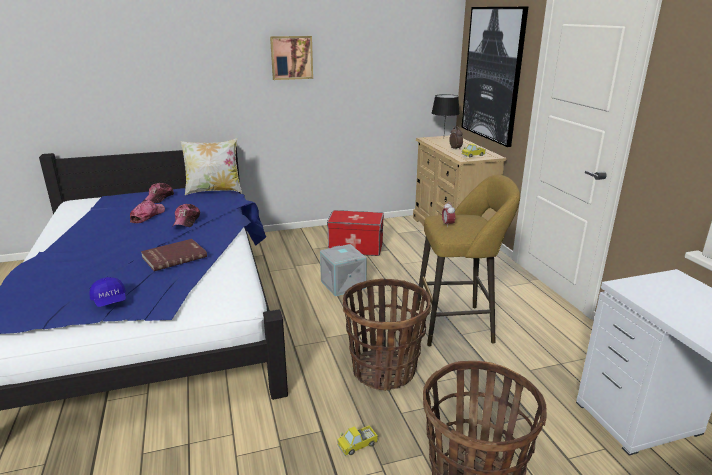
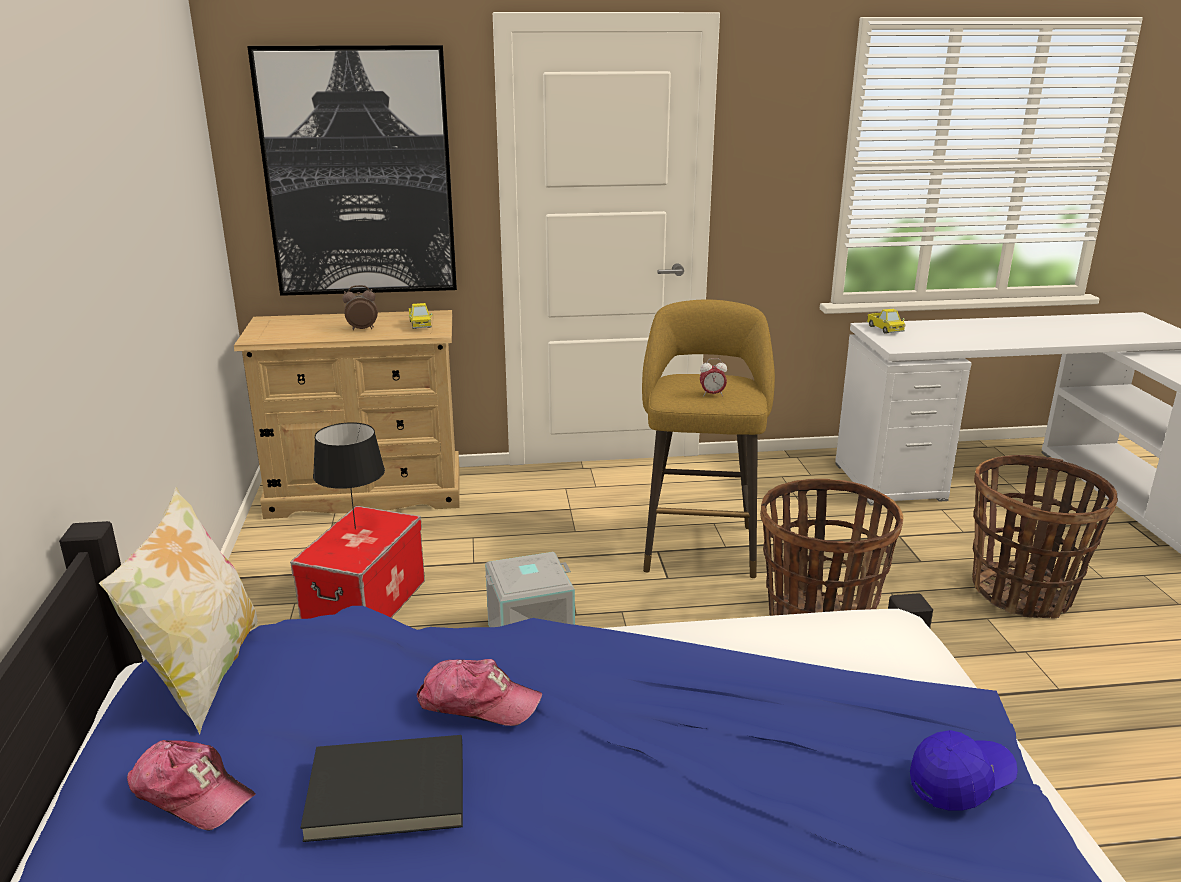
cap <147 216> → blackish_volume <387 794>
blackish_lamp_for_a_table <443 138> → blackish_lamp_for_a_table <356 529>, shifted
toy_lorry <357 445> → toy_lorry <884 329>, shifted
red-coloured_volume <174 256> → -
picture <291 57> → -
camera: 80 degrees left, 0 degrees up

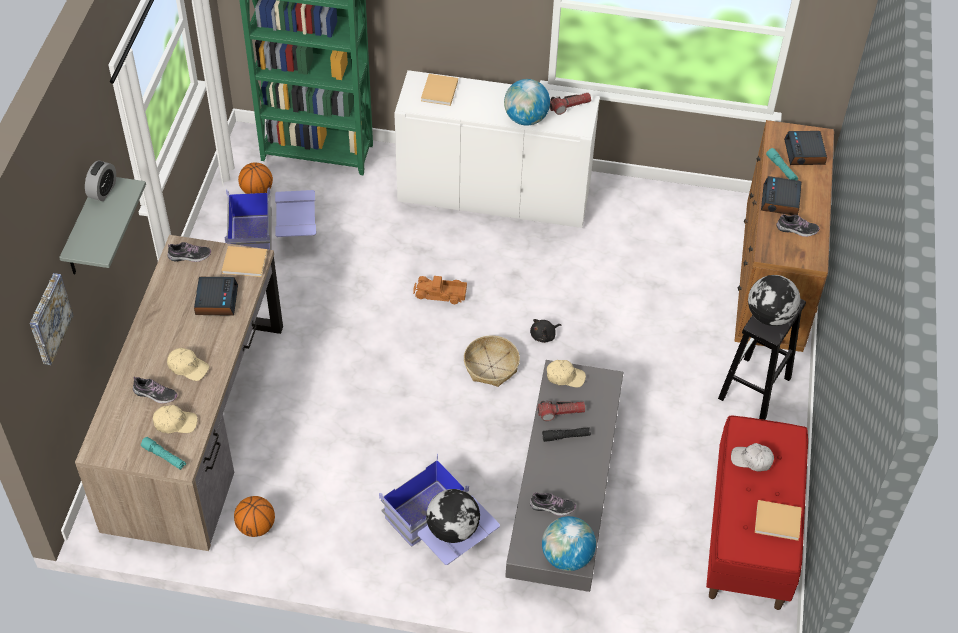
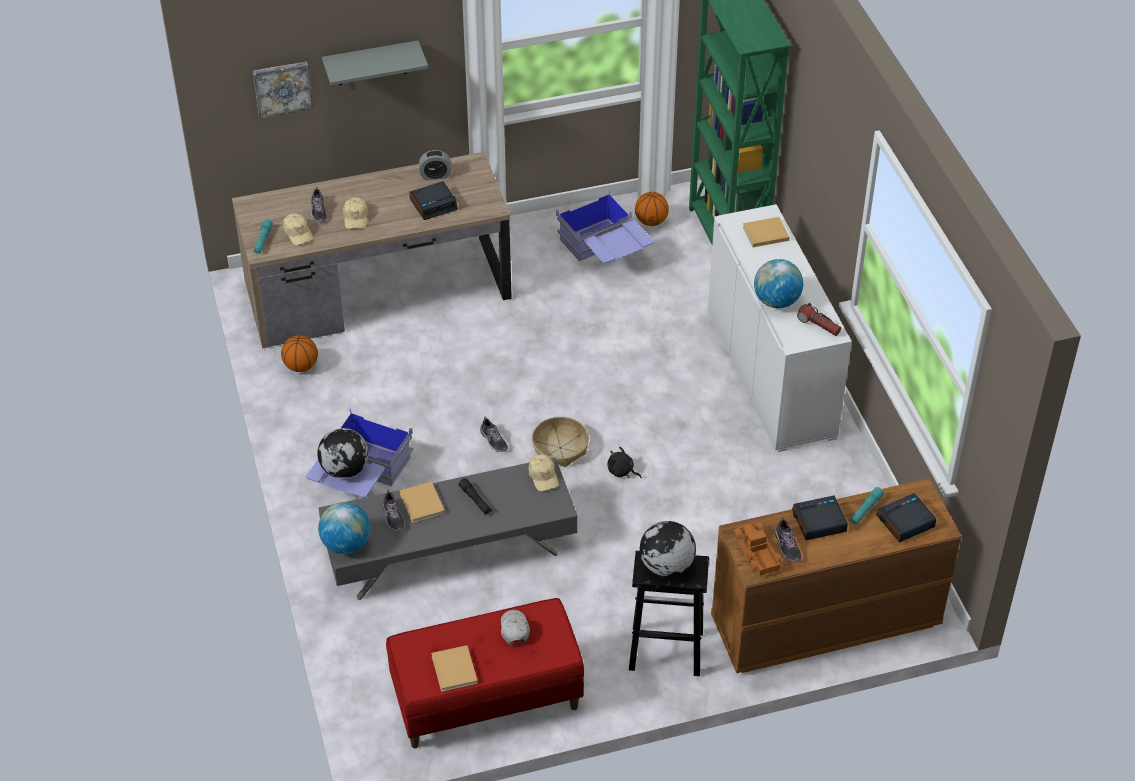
beige-coloured_volume <246 263> → beige-coloured_volume <422 504>, shifted
table_clock <103 191> → table_clock <435 175>, shifted
low_shoe <189 256> → low_shoe <493 440>, shifted
toy_lorry <440 294> → toy_lorry <756 553>, shifted
torch <561 413> → -
camera: 65 degrees right, 5 degrees down

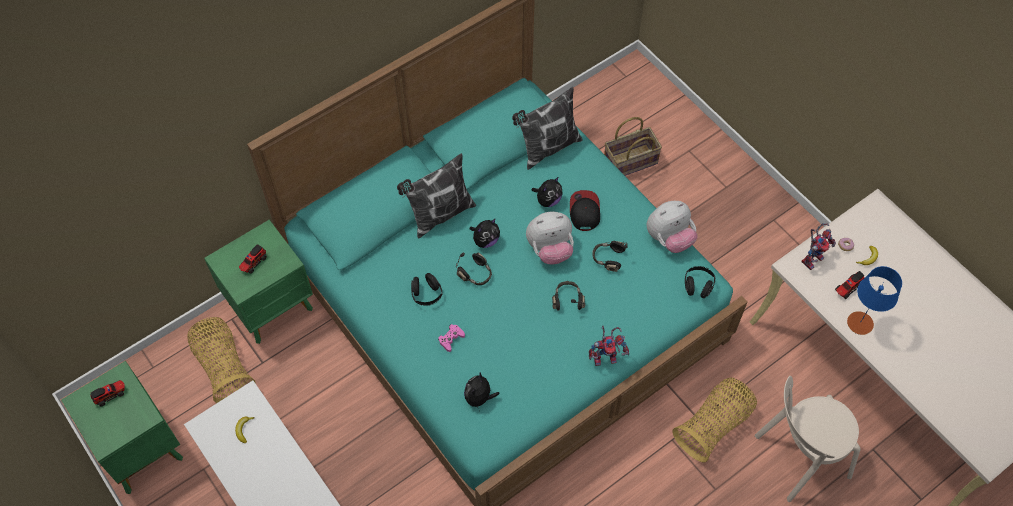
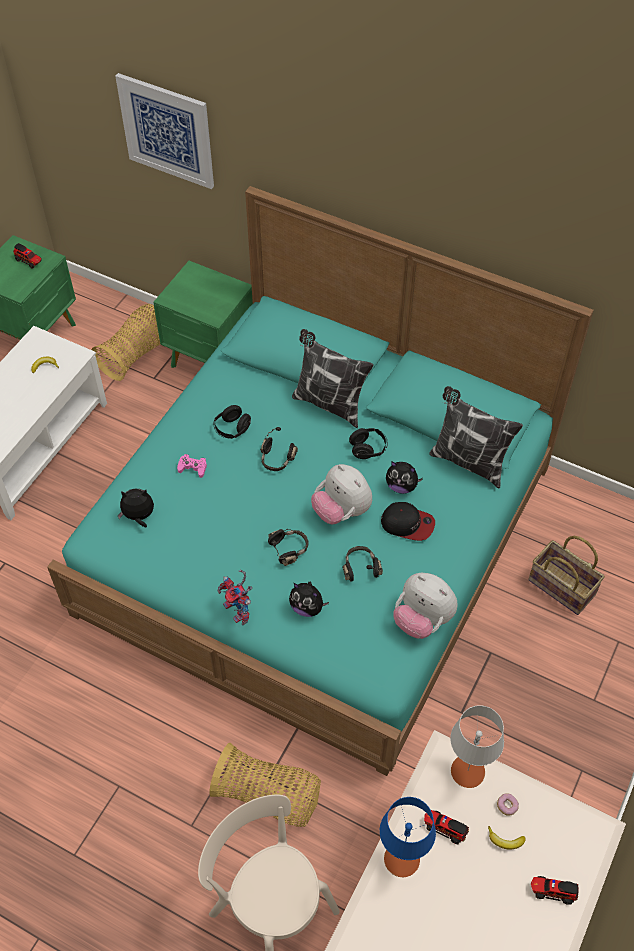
- → picture <167 131>
cuddly_toy <485 240> → cuddly_toy <307 607>, shifted
blackish_headset <698 286> → blackish_headset <368 449>, shifted
cap <584 211> → cap <407 524>, 45 degrees clockwise
robot_figure <812 257> → grey_lamp_for_a_table <467 771>
toy_lorry <253 263> → toy_lorry <552 891>, shifted
camera: 65 degrees right, 5 degrees down

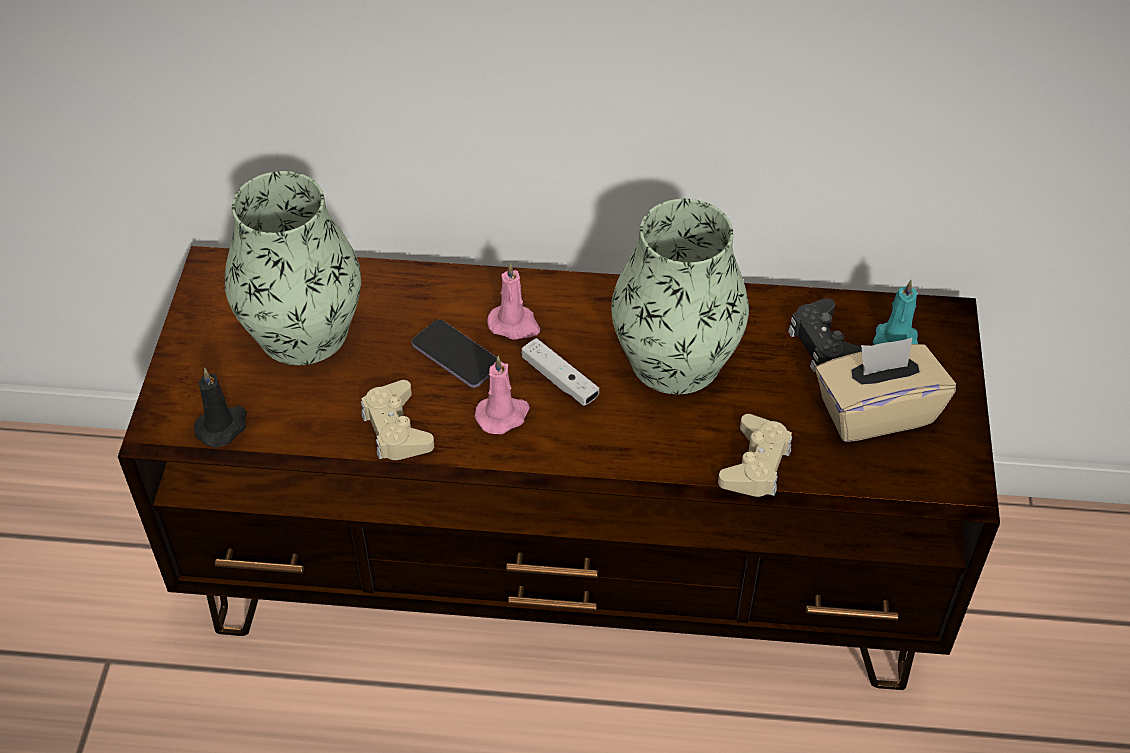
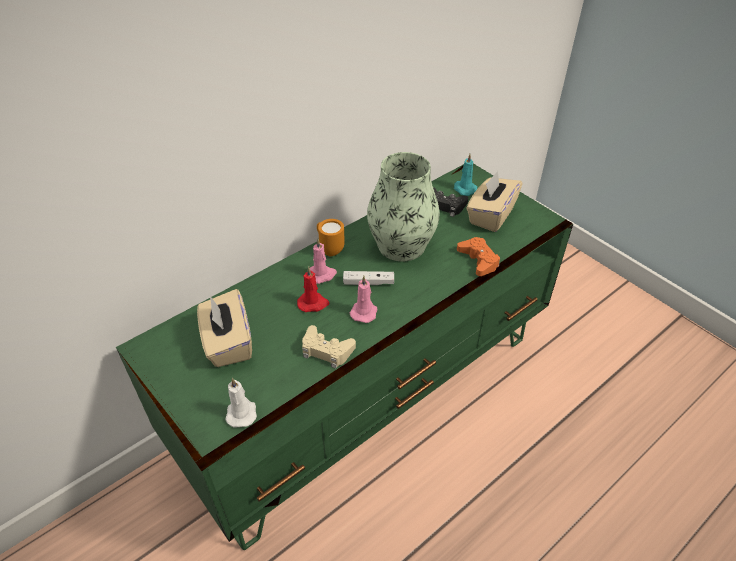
brownish_tv_stand <567 575> → green-coloured_tv_stand <368 395>
vase <303 331> → beige-coloured_tissue_box <228 343>
blackish_wax_light <223 426> → white-coloured_wax_light <241 412>
phone <456 356> → red-coloured_wax_light <313 303>
- → orange_mug <329 249>
beige-coloured_joypad <755 464> → orange_joypad <478 260>
camera: 45 degrees left, 5 degrees down

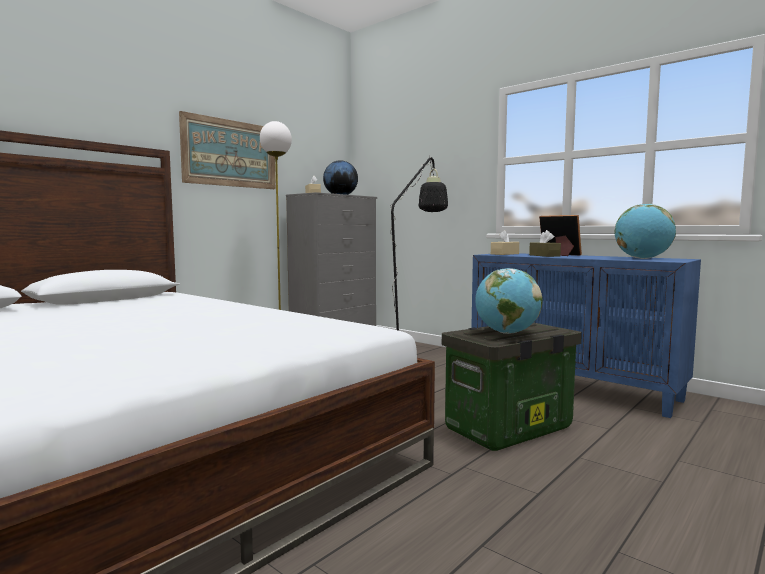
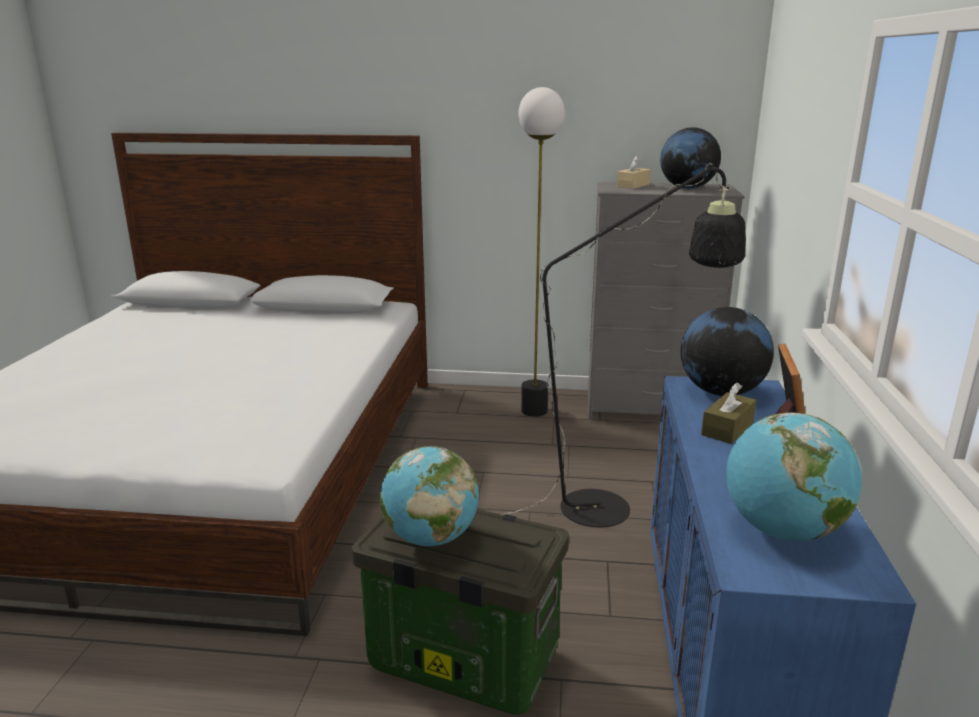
beige-coloured_tissue_box <504 254> → world_globe <721 392>
picture <230 153> → -
camera: 55 degrees right, 15 degrees up

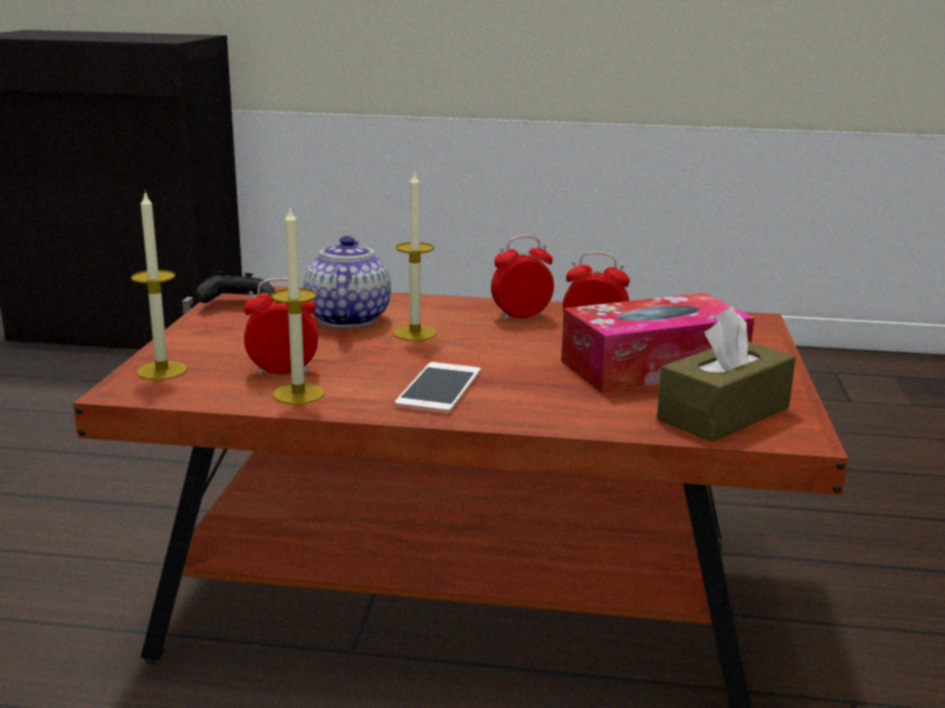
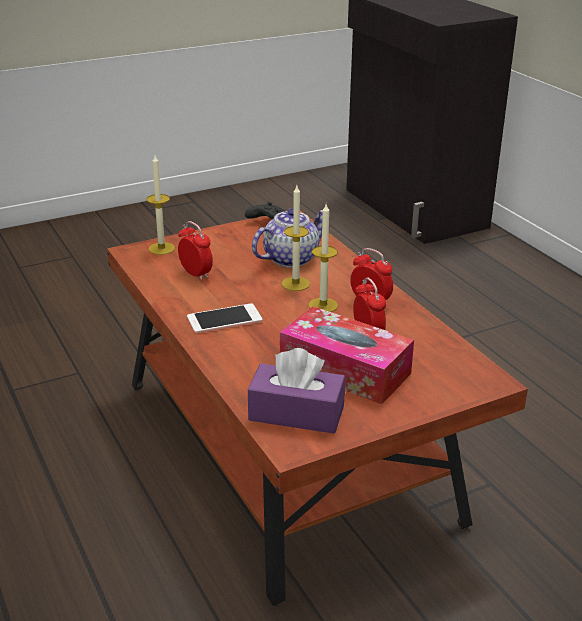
brownish_tissue_box <723 413> → purplish_tissue_box <296 413>
wax_light <298 394> → wax_light <323 305>, shifted
camera: 55 degrees right, 10 degrees up

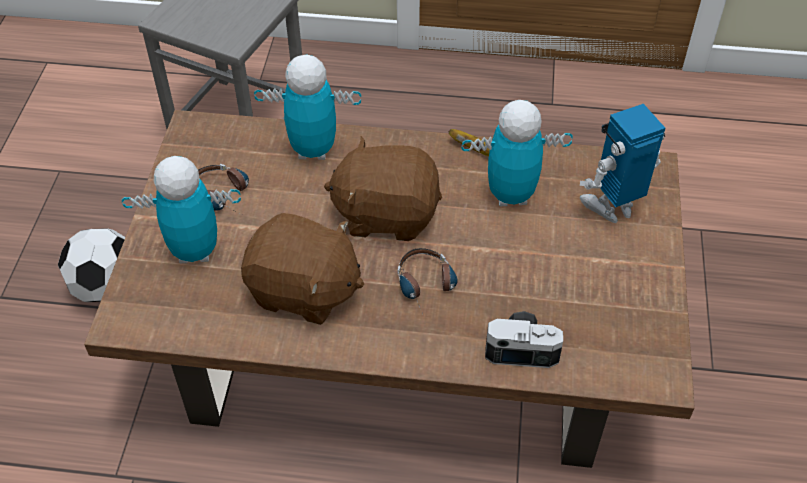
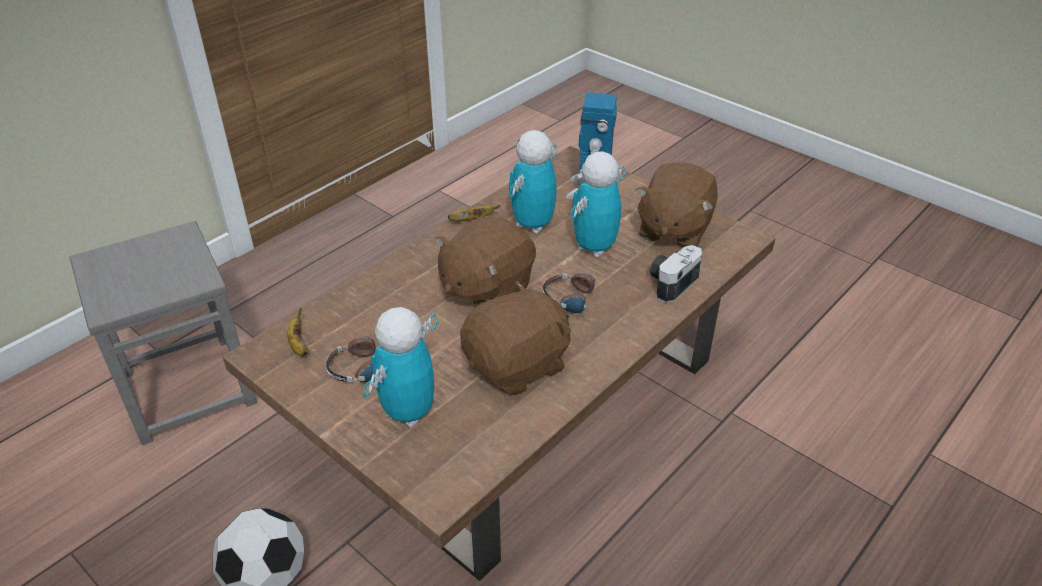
- → banana <298 344>
robot_figure <313 150> → robot_figure <594 248>, shifted
- → brownish_cuddly_toy <673 229>
camera: 55 degrees left, 10 degrees down

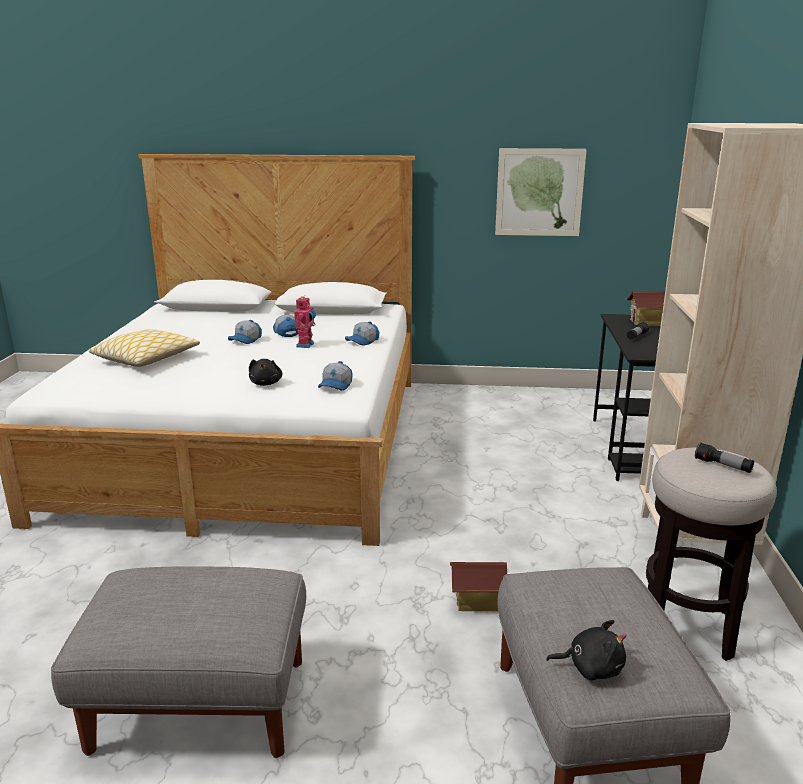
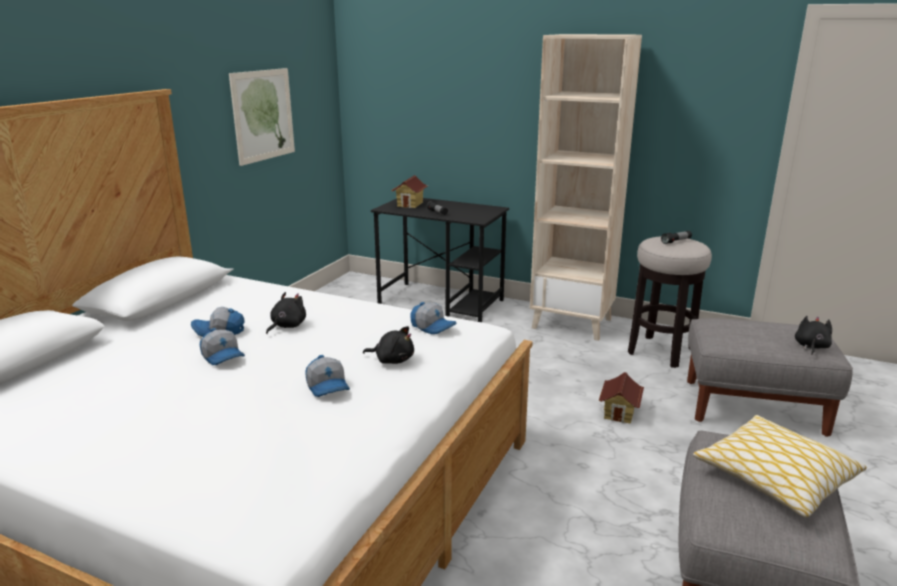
robot_figure <306 345> → blackish_cuddly_toy <287 326>
cap <363 341> → cap <328 386>, shifted
throw_pillow <146 359> → throw_pillow <774 477>, shifted
camera: 70 degrees left, 0 degrees up

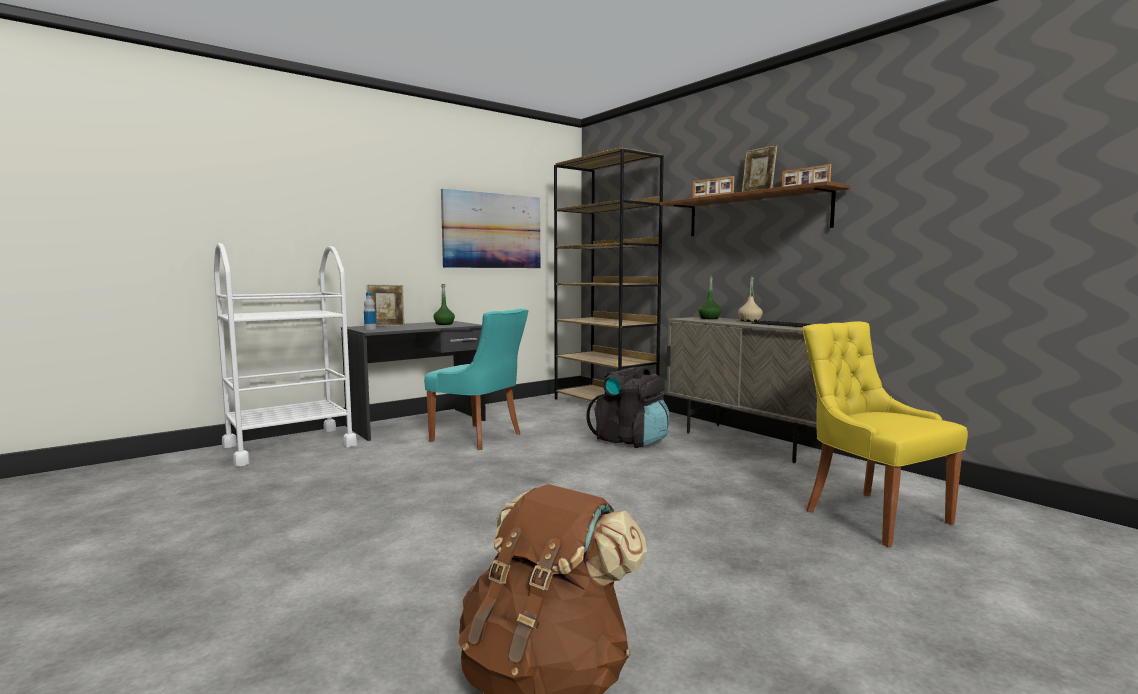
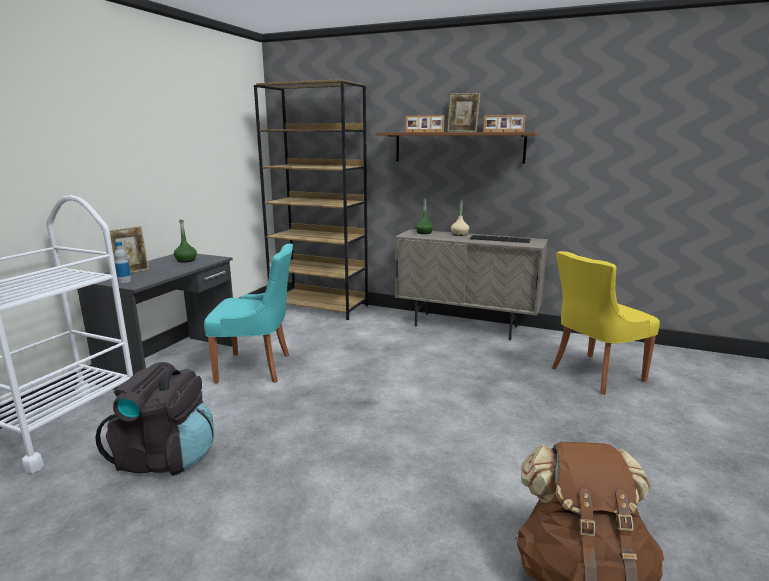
blackish_rucksack <630 441> → blackish_rucksack <166 458>, shifted
yellowish_plain_chair <872 515> → yellowish_plain_chair <594 374>, 60 degrees counterclockwise
picture <492 231> → -
camera: 30 degrees left, 10 degrees up

